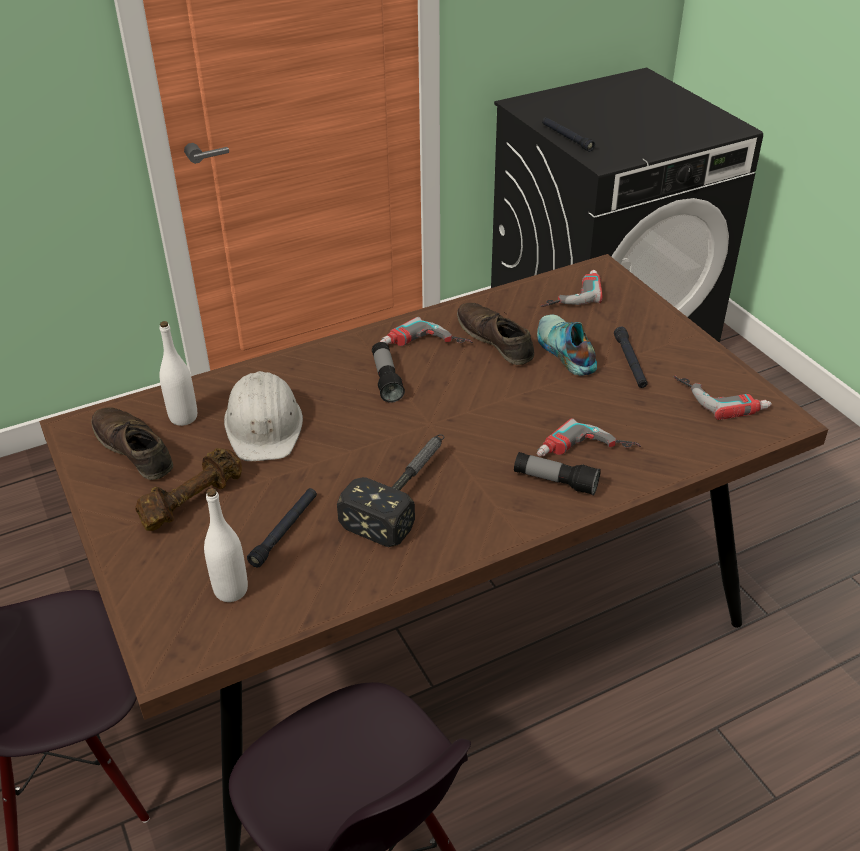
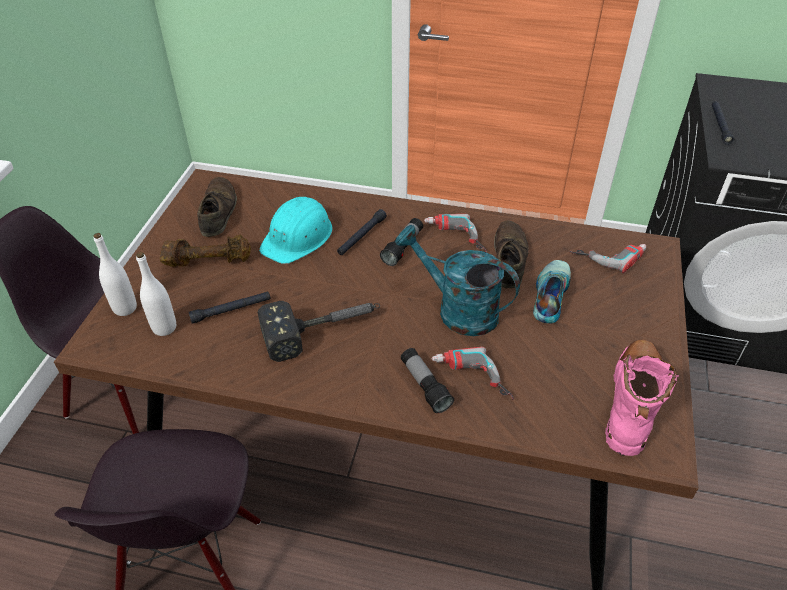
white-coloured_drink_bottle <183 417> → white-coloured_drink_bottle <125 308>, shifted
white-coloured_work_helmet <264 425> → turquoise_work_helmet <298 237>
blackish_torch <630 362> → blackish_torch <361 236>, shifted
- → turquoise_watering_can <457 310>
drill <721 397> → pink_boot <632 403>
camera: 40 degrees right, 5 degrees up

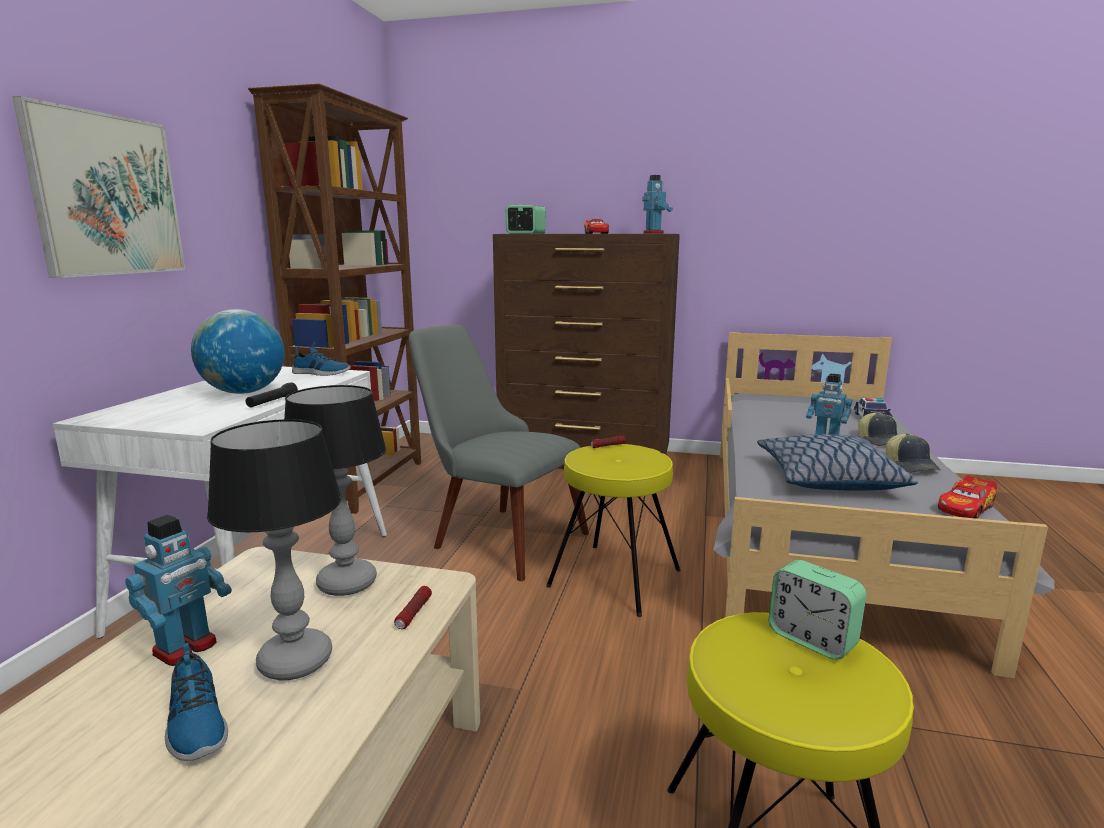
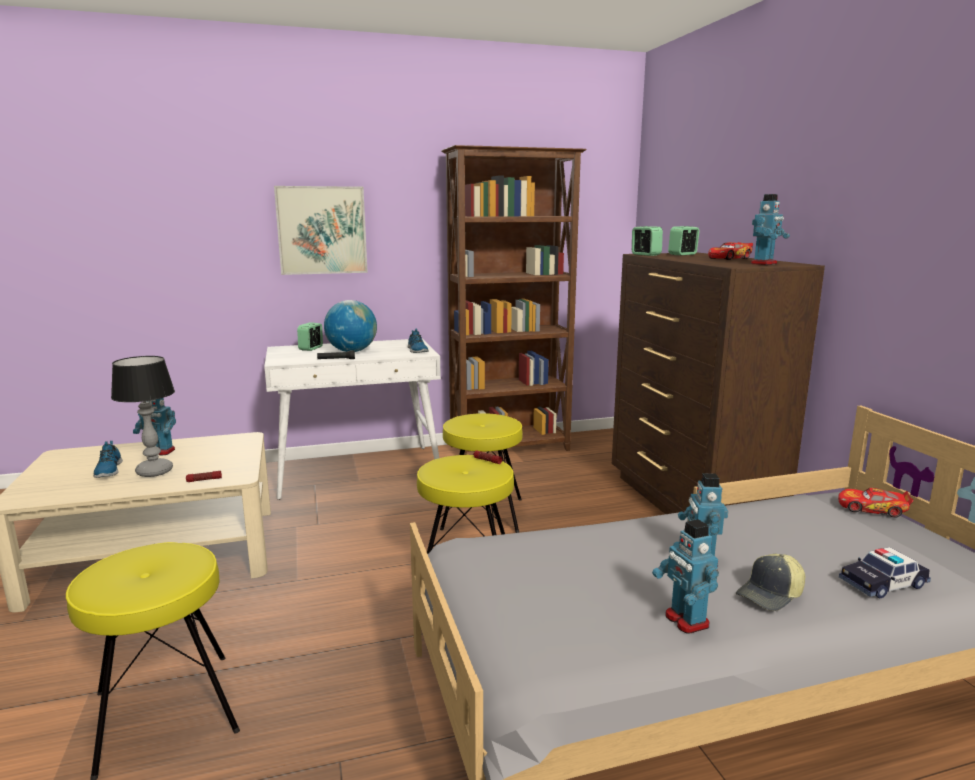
low_shoe <195 722> → low_shoe <108 470>, 45 degrees counterclockwise
table_clock <812 639> → table_clock <311 348>, shifted
grey_plain_chair <495 536> → yellowish_stool <483 513>
cap <911 465> → robot_figure <685 621>
miniature_car <965 508> → miniature_car <872 509>, shifted
lamp_for_a_table <347 582> → -
throw_pillow <827 479> → -
camera: 60 degrees right, 0 degrees up

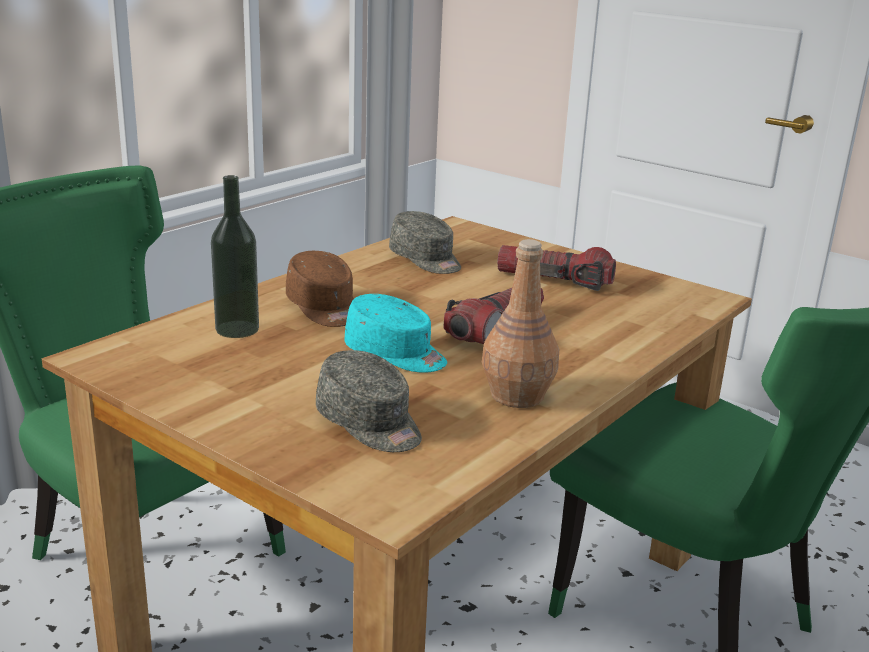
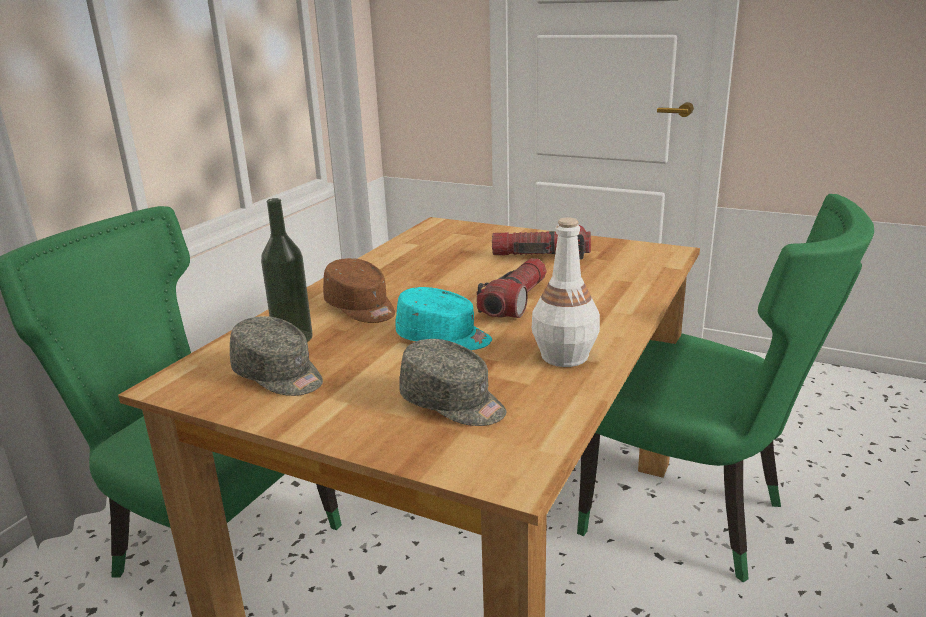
grey_cap <426 260> → grey_cap <279 376>, shifted
brownish_drink_bottle <516 396> → white-coloured_drink_bottle <564 356>
camera: 10 degrees left, 0 degrees up

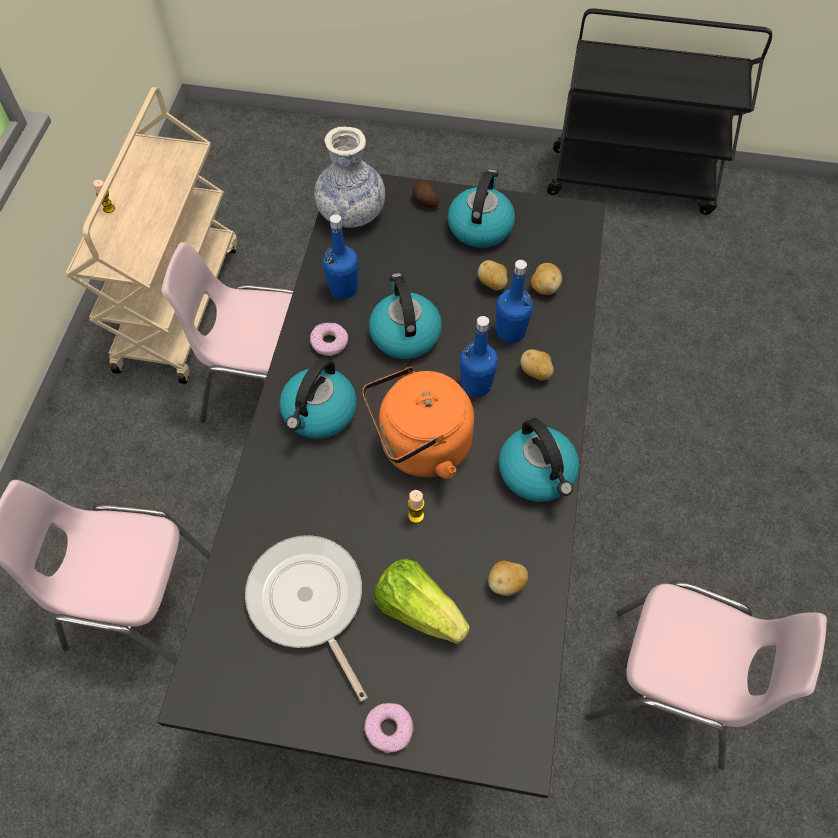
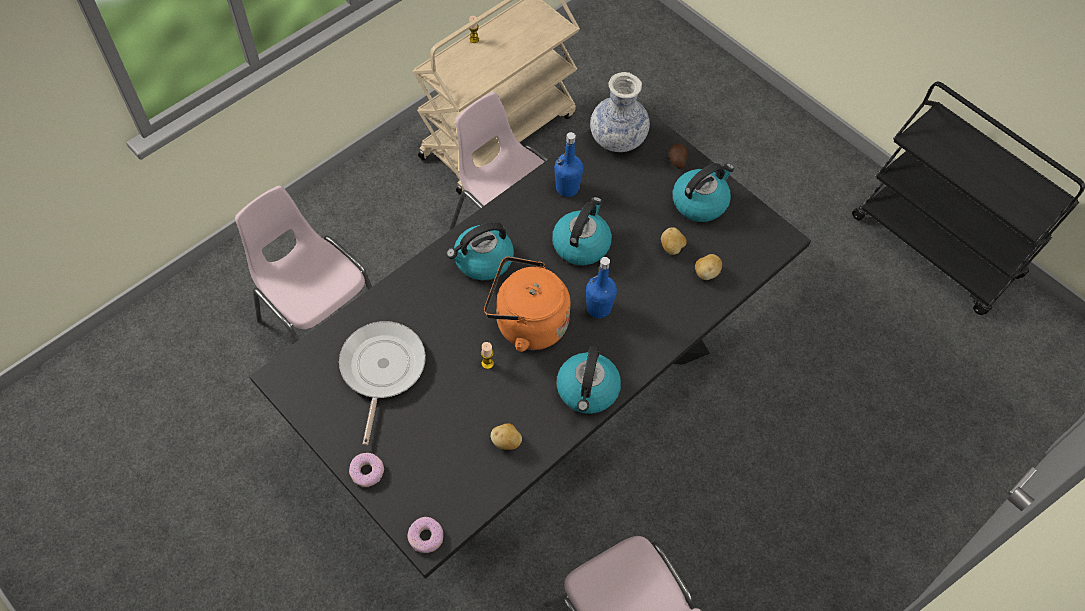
donut <329 343> → donut <425 537>, shifted
lettuce <418 609> → -
blue_drink_bottle <510 332> → -
spud <536 372> → -
camera: 35 degrees right, 0 degrees up

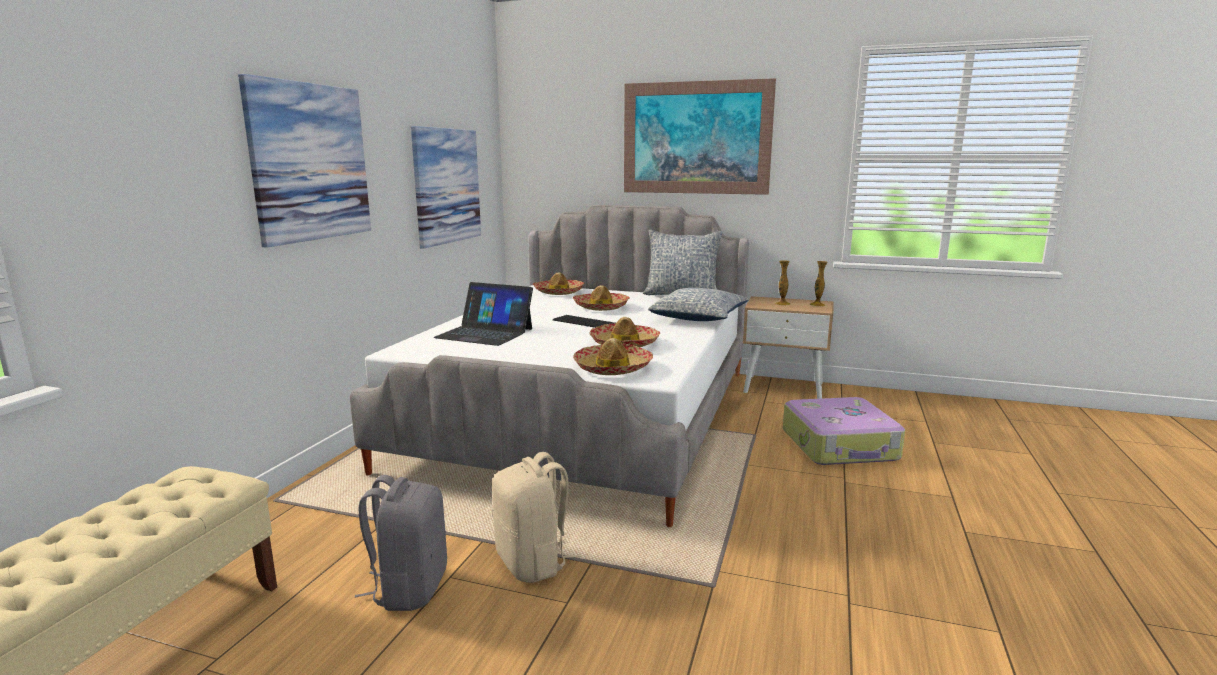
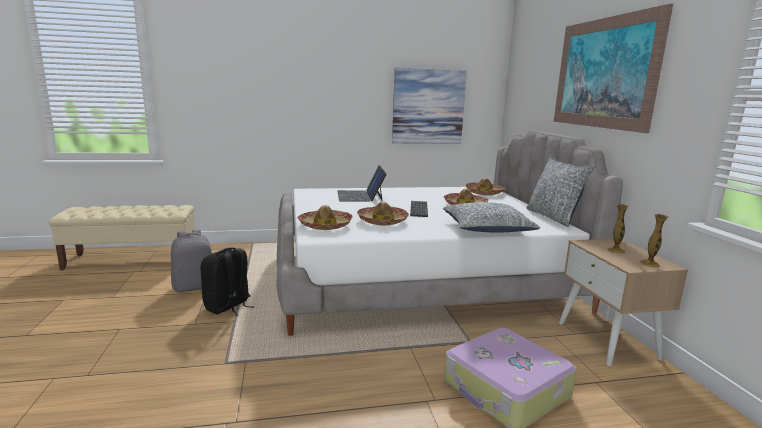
beige-coloured_rucksack <533 562> → blackish_rucksack <228 306>
picture <310 162> → -
camera: 60 degrees right, 0 degrees up

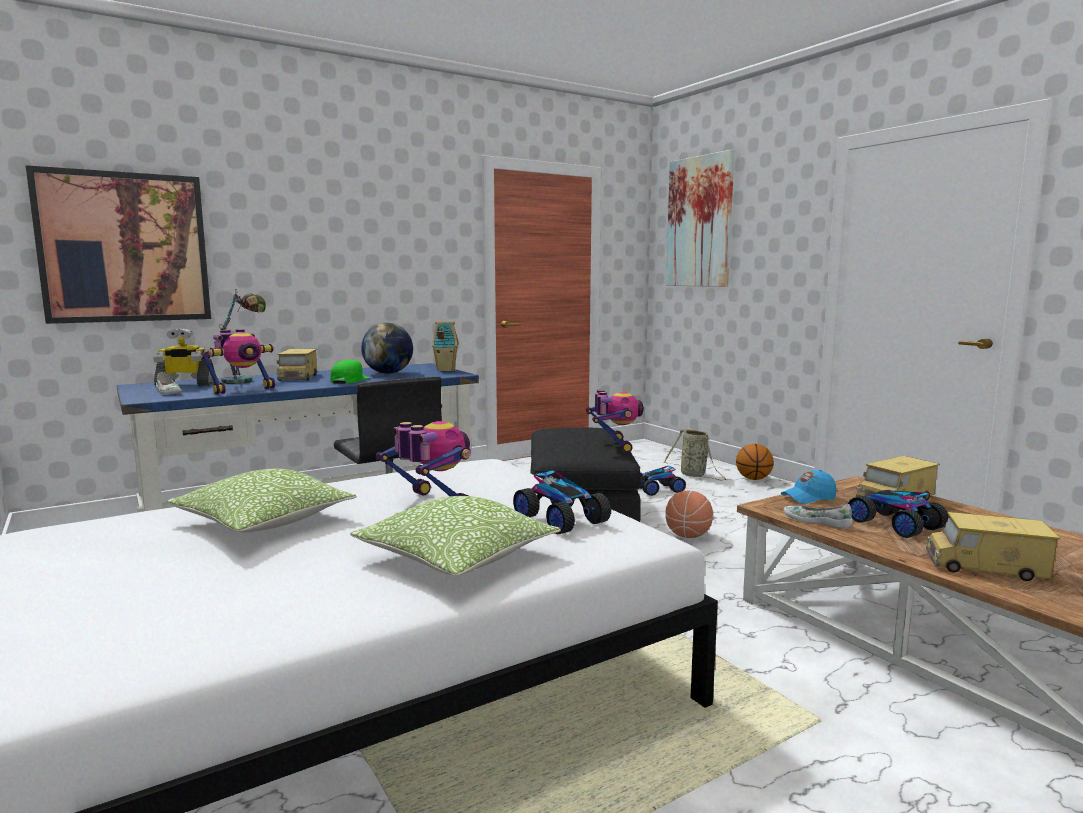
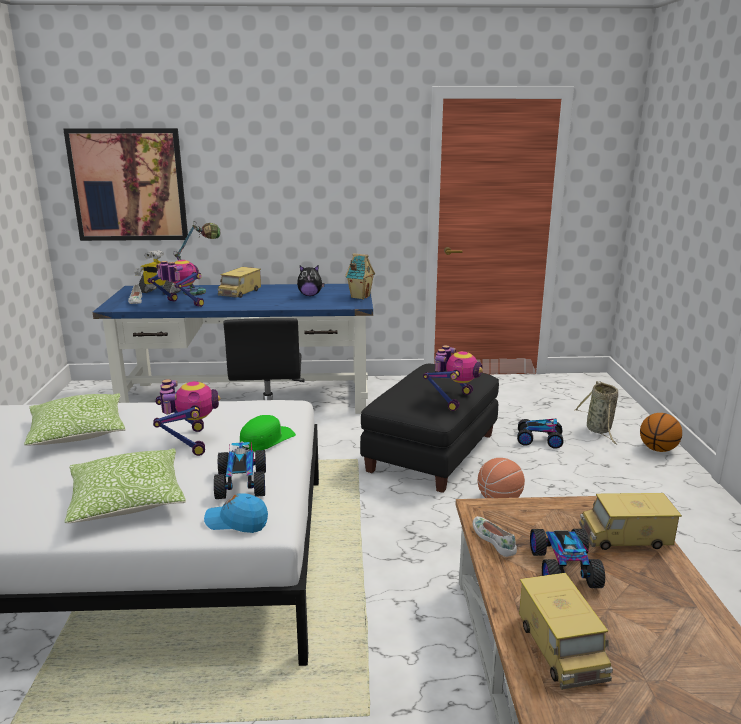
robot_figure <242 390> → robot_figure <181 304>, 135 degrees counterclockwise
blue_cap <808 498> → blue_cap <237 522>, shifted
green-coloured_cap <350 380> → green-coloured_cap <266 440>, shifted
world_globe <388 373> → cuddly_toy <310 295>
toy_lorry <985 567> → toy_lorry <561 648>, 150 degrees counterclockwise
picture <699 222> → -
camera: 30 degrees right, 10 degrees up

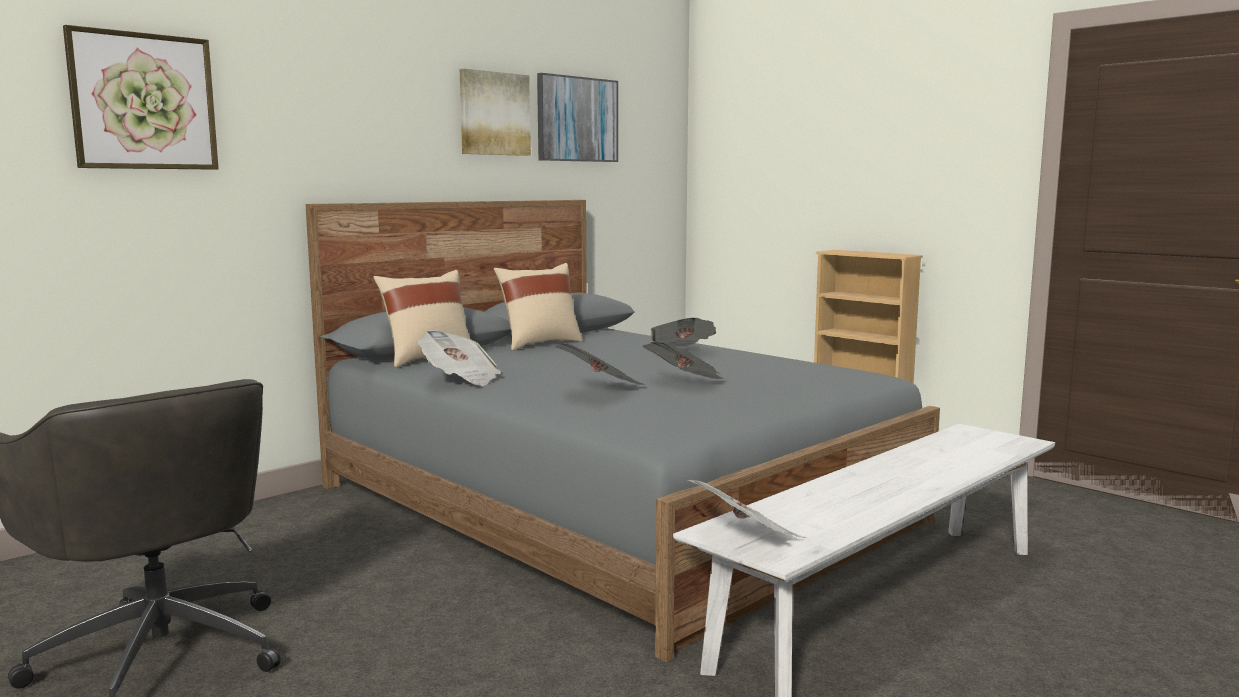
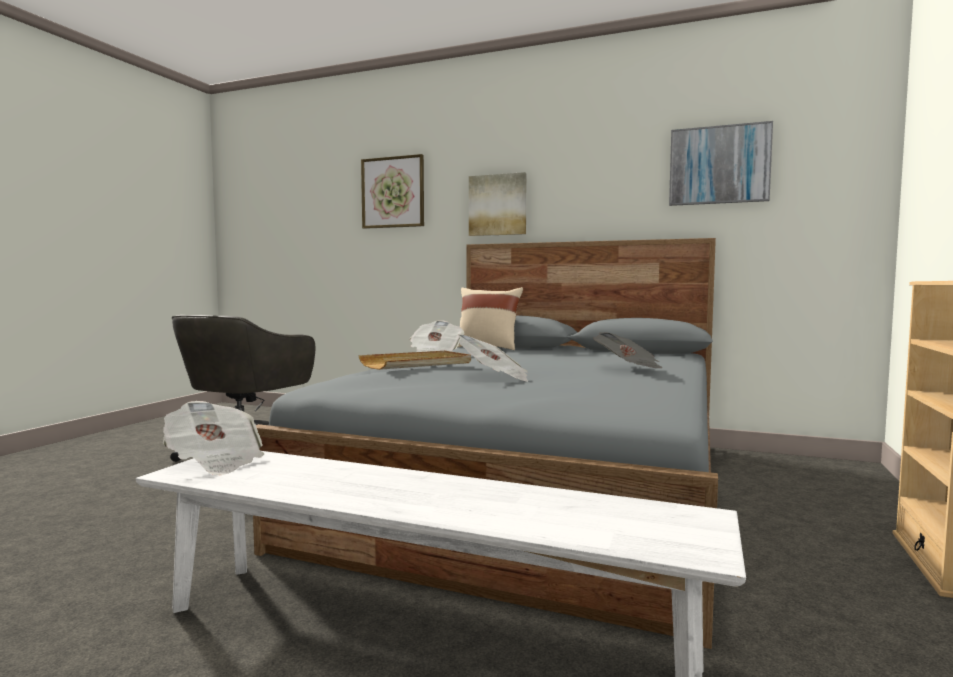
daily_paper <601 388> → beige-coloured_serving_tray <417 364>
picture <494 114> → picture <498 205>, shifted
beige-coloured_throw_pillow <539 343> → -
camera: 65 degrees right, 5 degrees down

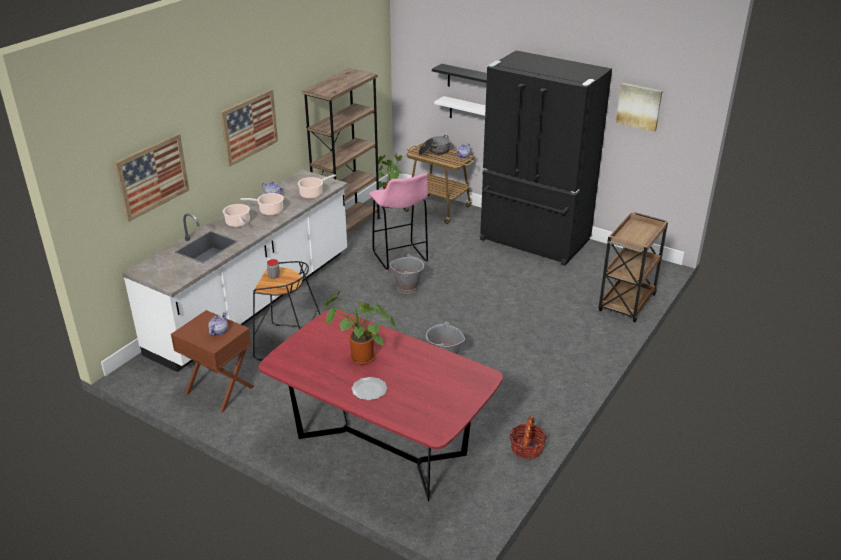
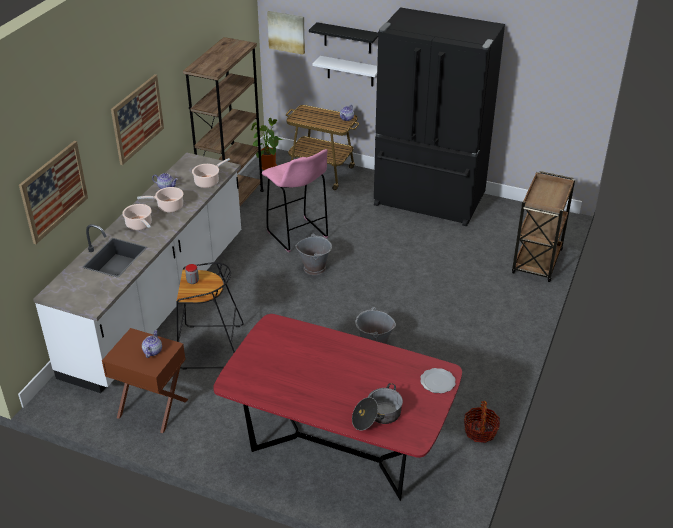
picture <639 106> → picture <286 32>, shifted
stockpot <434 152> → stockpot <377 416>, shifted
plate <369 390> → plate <437 382>, shifted
potted_plant <359 358> → -
camera: 10 degrees left, 5 degrees up

